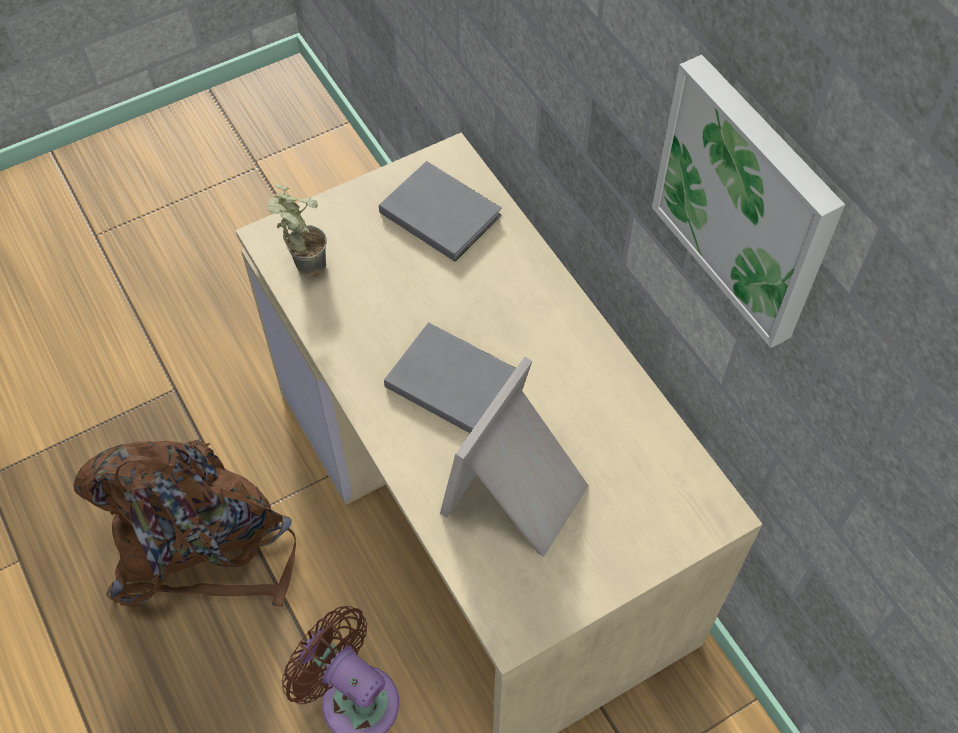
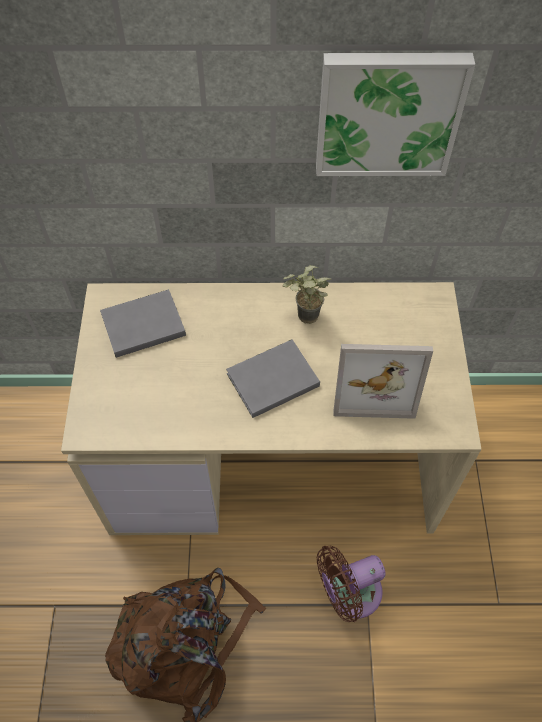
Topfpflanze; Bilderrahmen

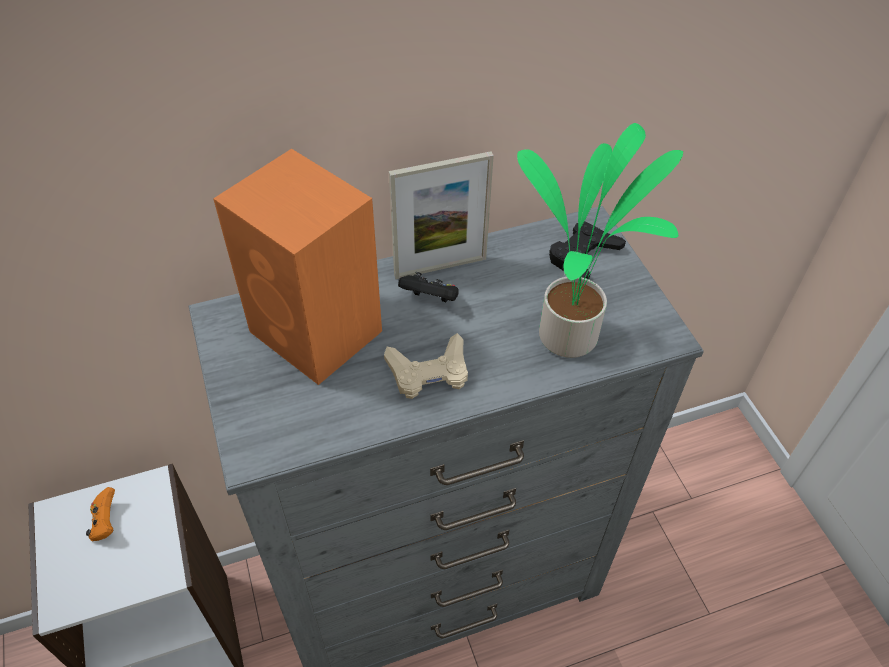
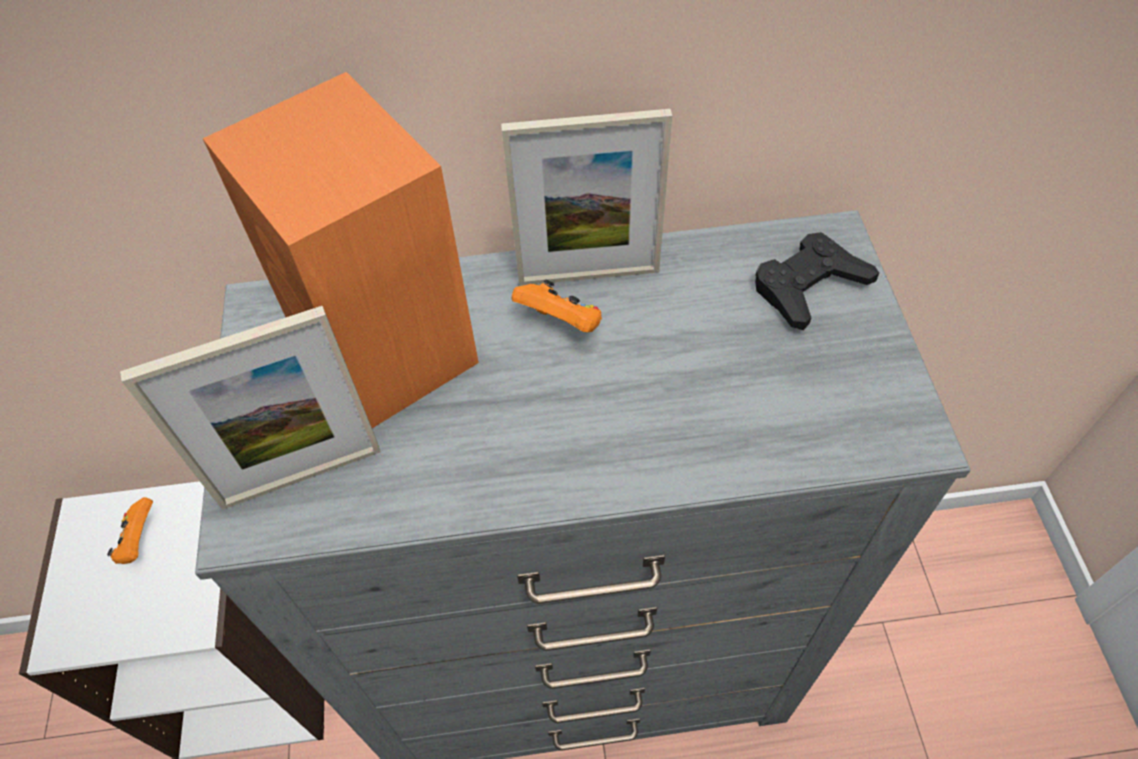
Gamepad [beige]; Gamepad [orange] (2nd from left); Topfpflanze; Bilderrahmen (1st from left)

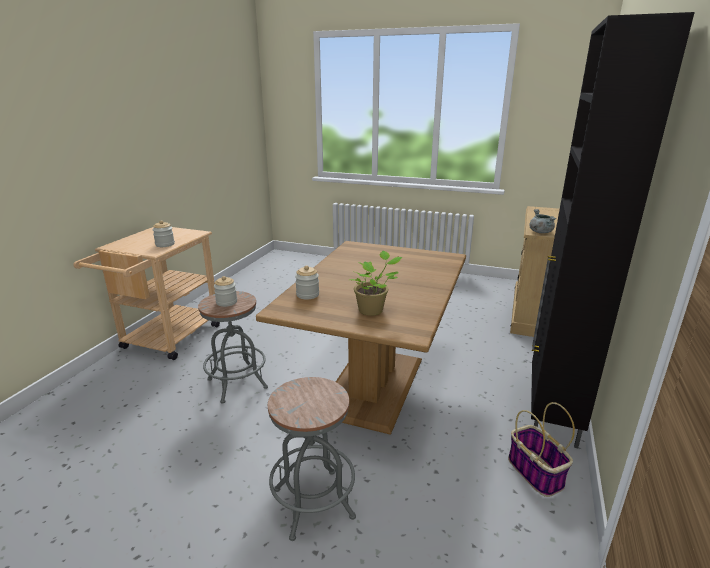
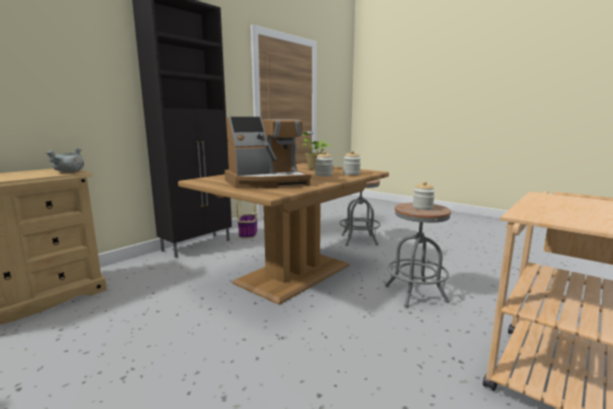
Vorratsglas (1st from left); Kaffeemaschine

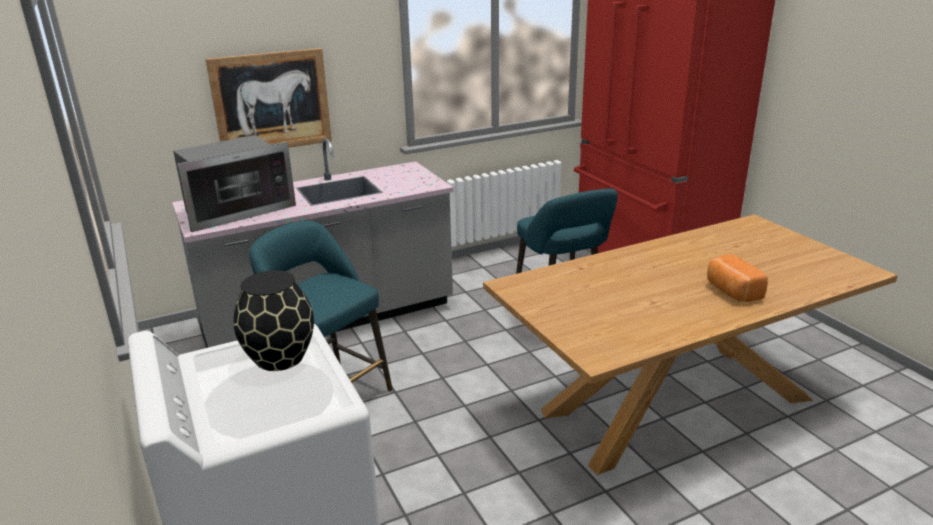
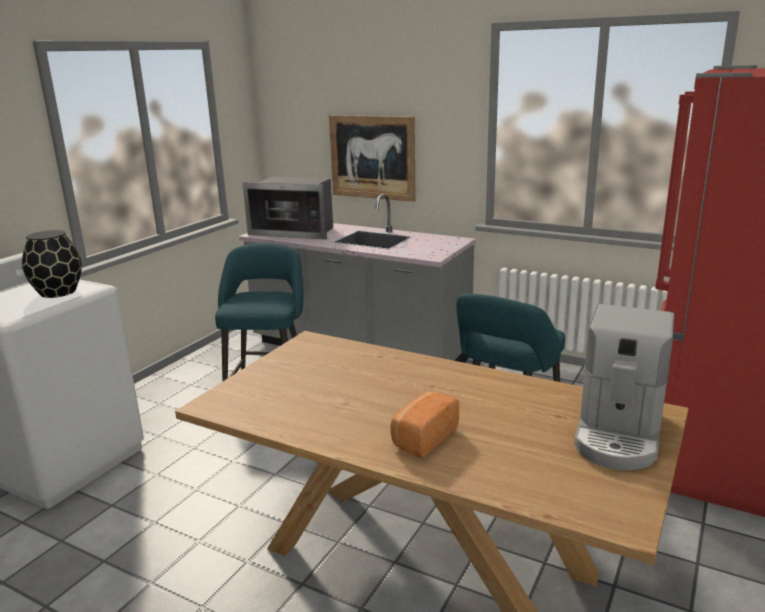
Kaffeemaschine

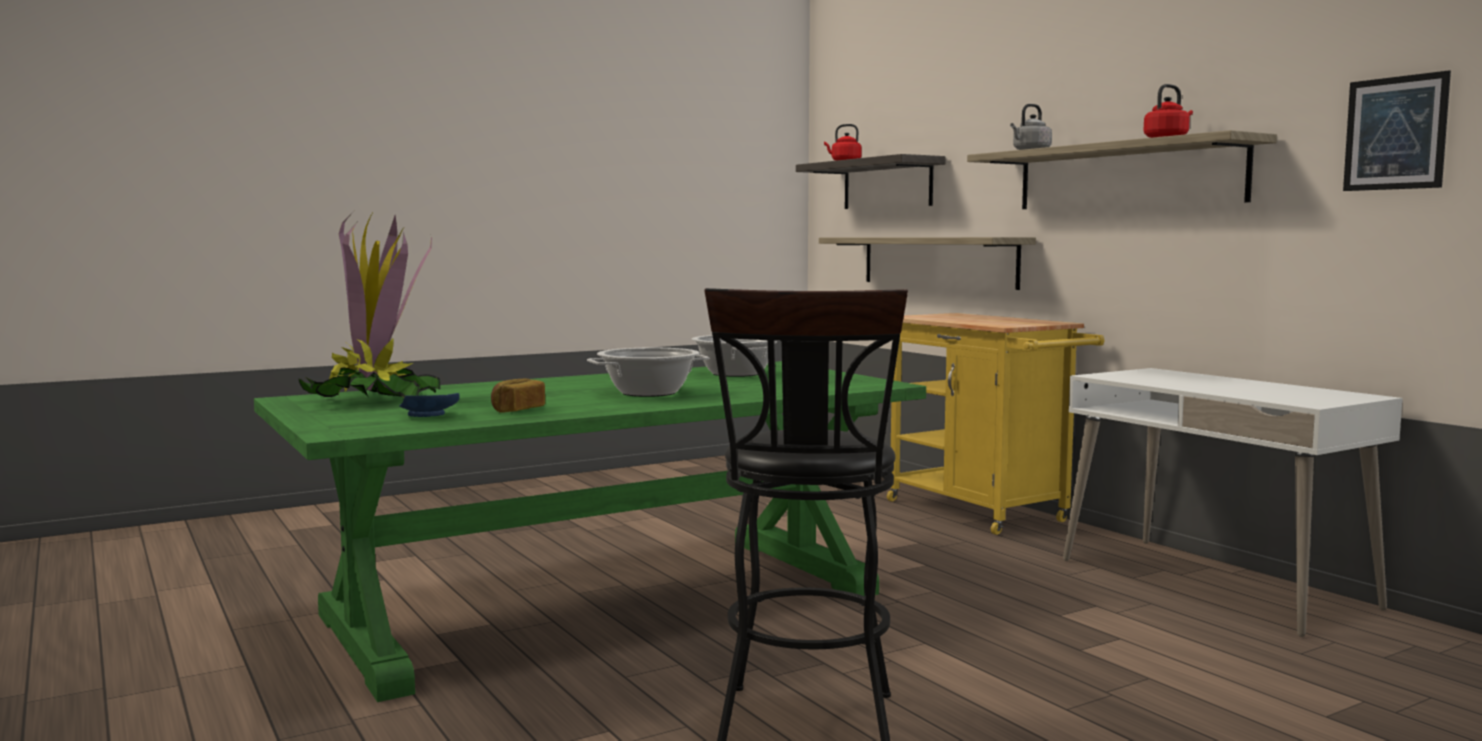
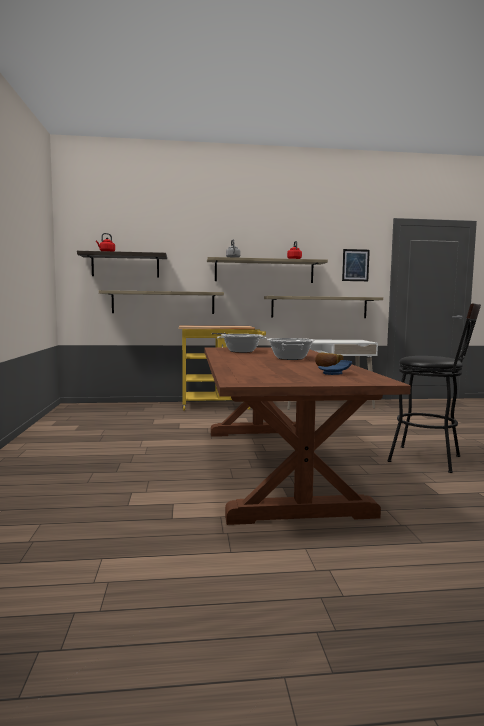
Esstisch [braun]; Topfpflanze; Wandregal (4th from left)

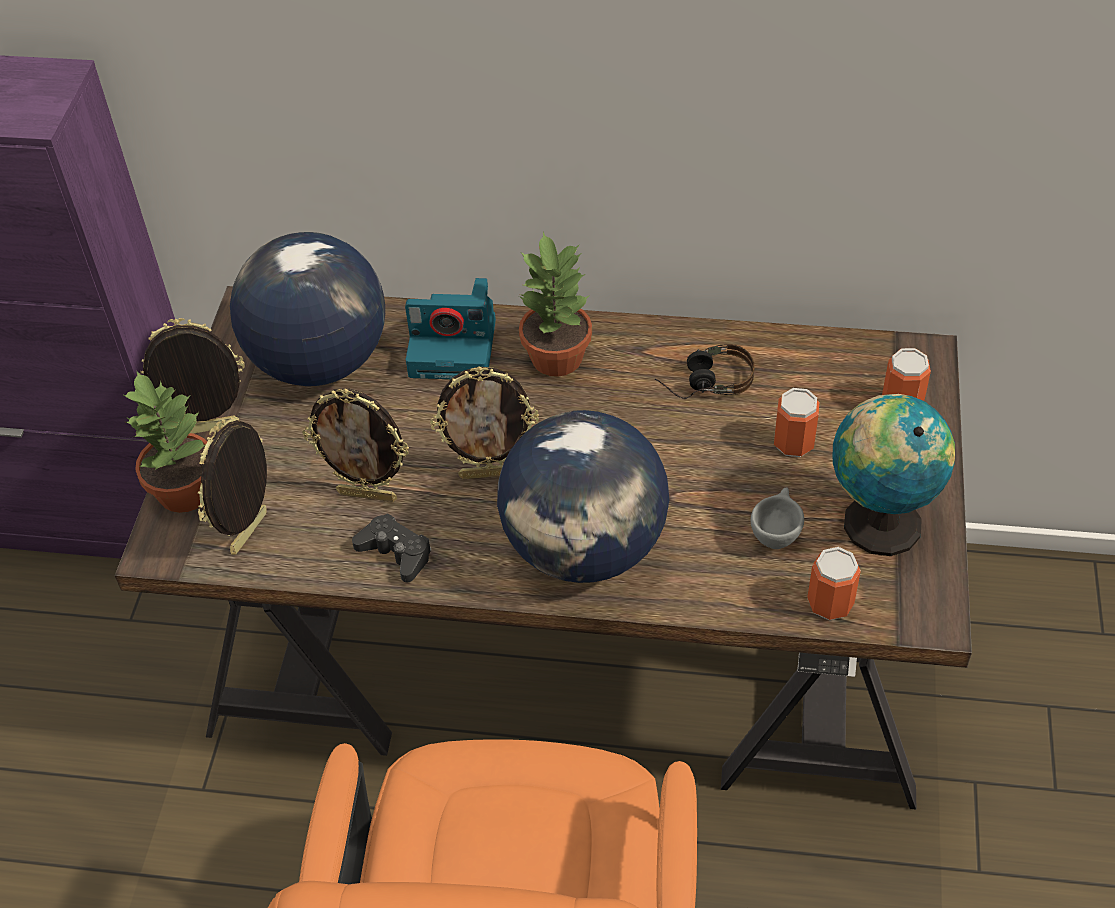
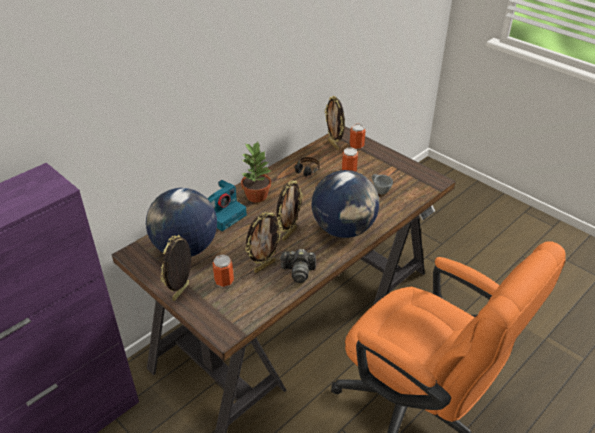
Topfpflanze (1st from left in the first image); Bilderrahmen (4th from left); Kamera (2nd from left); Dose (1st from left); Globus (3rd from left in the first image)

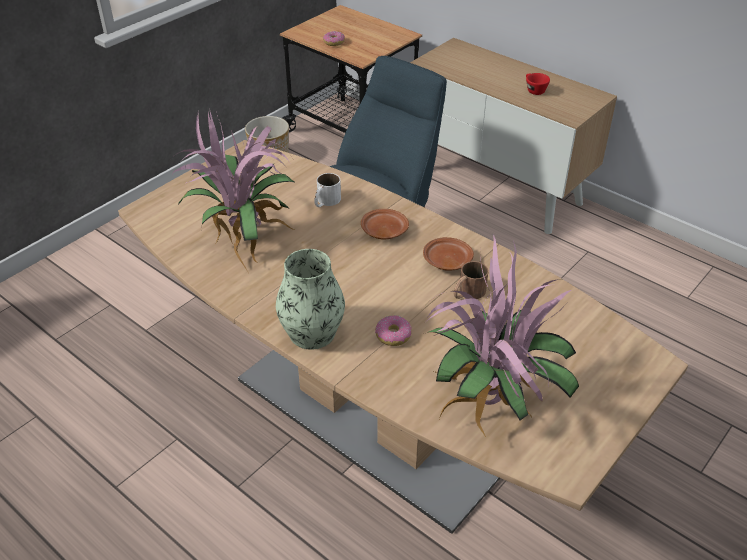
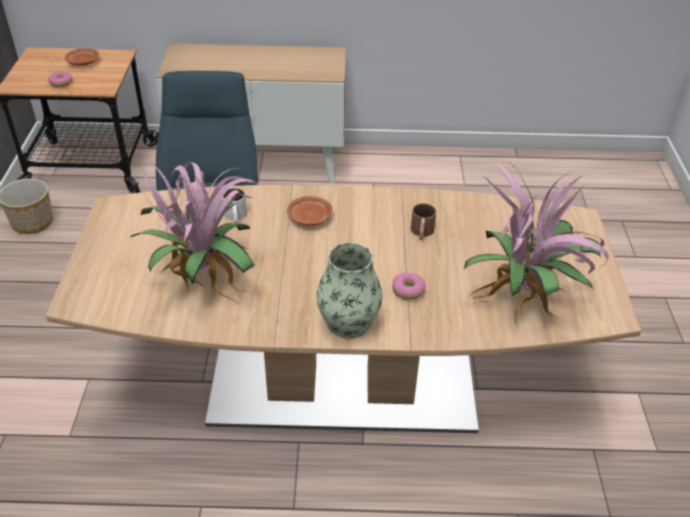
Teller [braun] (1st from left); Tasse [rot]

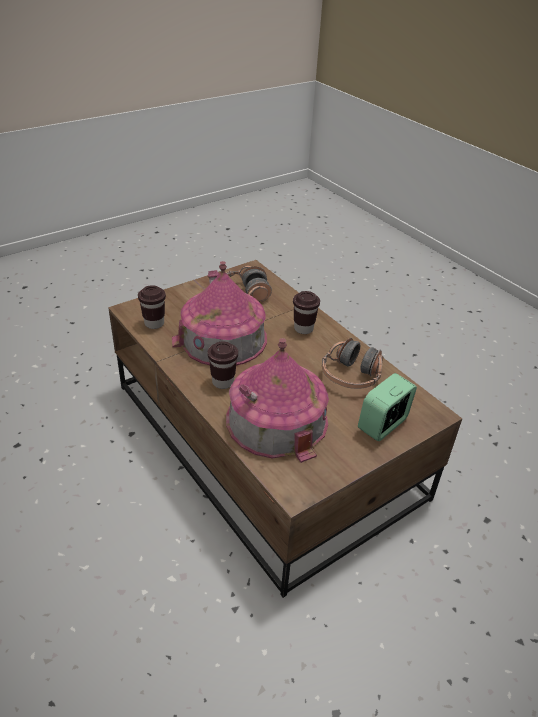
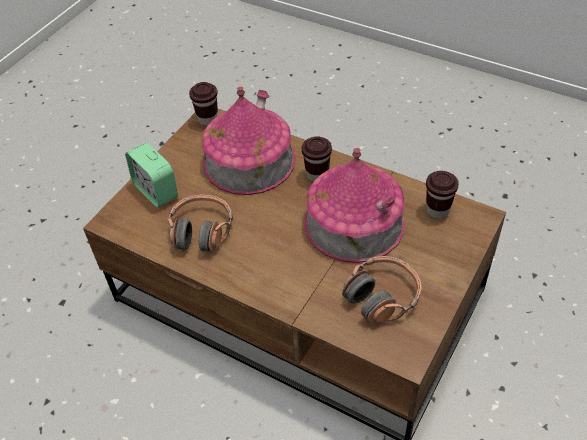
Tasse [braun] (1st from left); Wecker

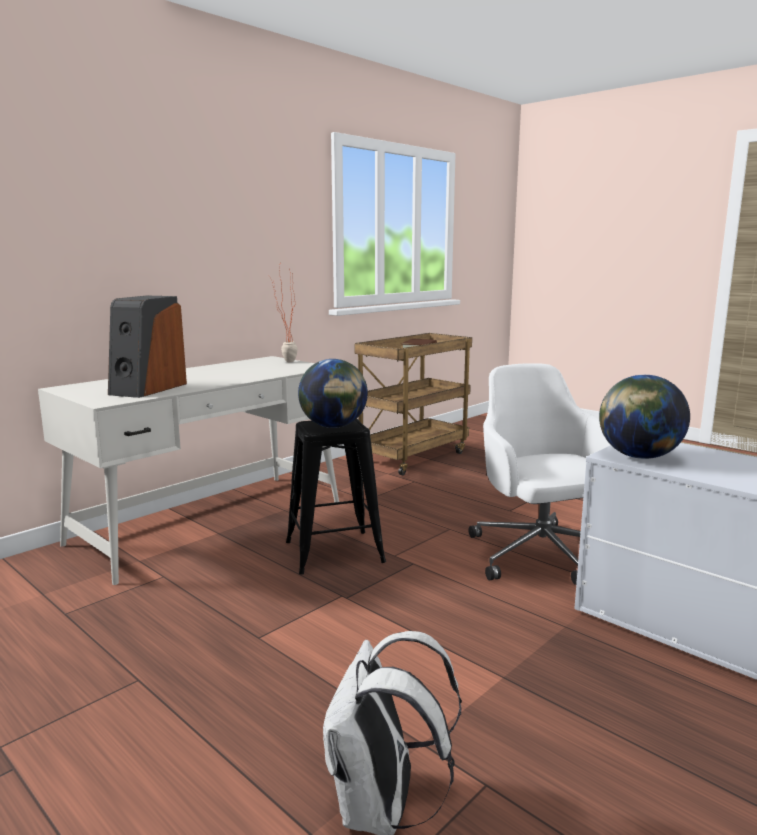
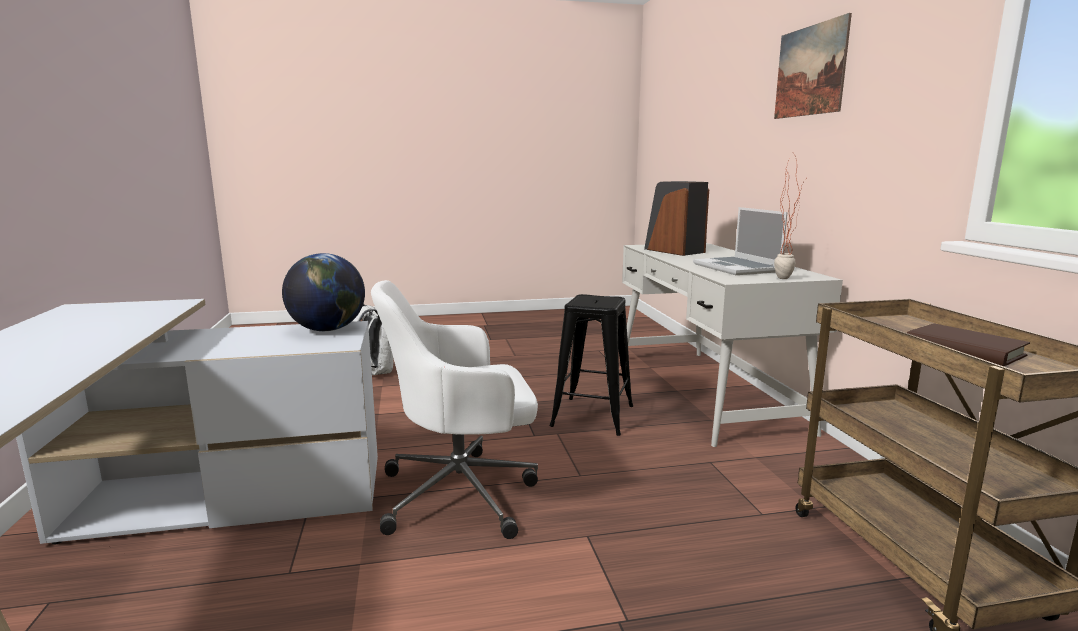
Globus (1st from left in the first image); Bürostuhl [weiß]; Laptop; Bild

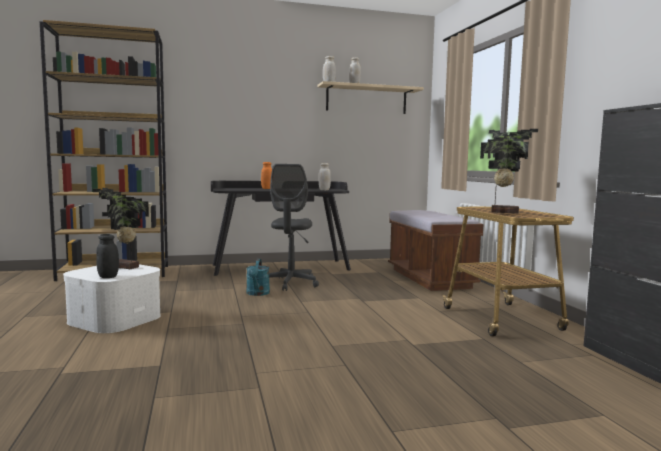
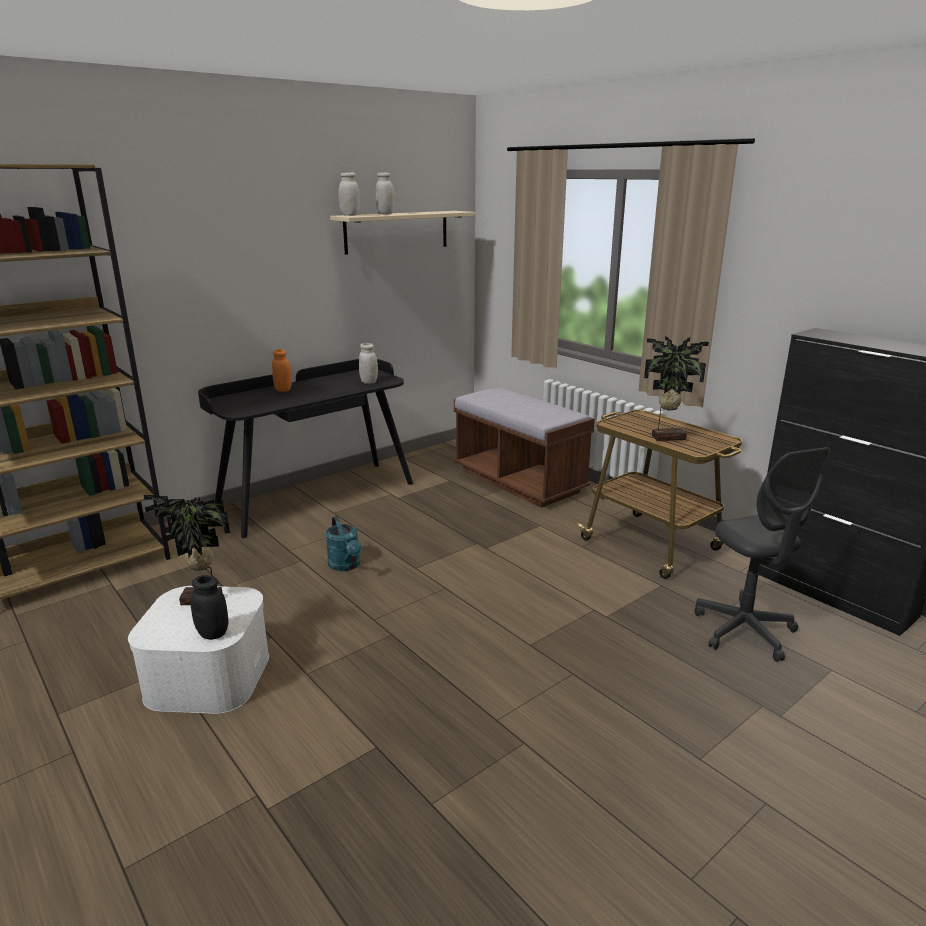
Bürostuhl [grau]

